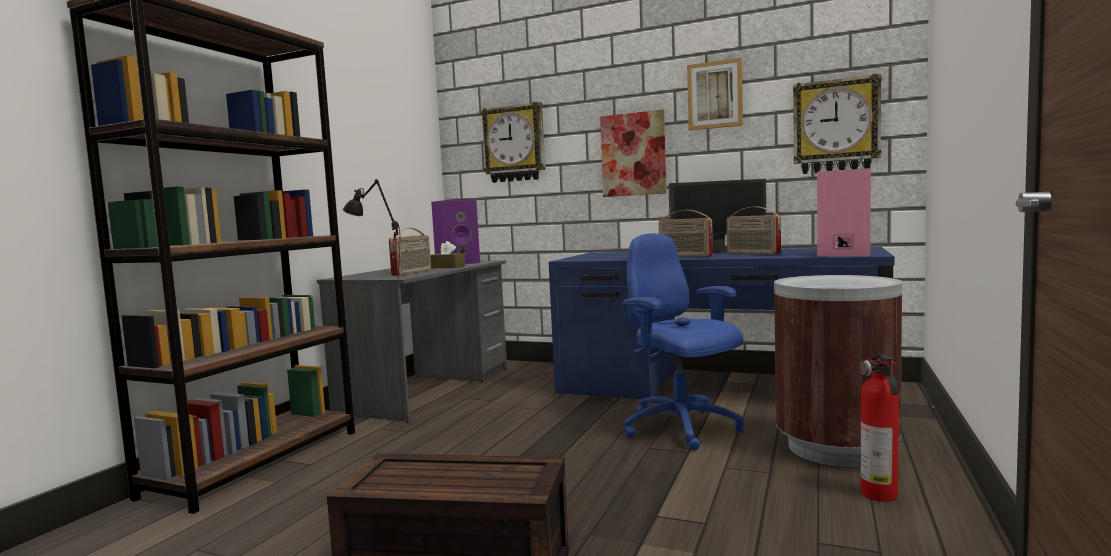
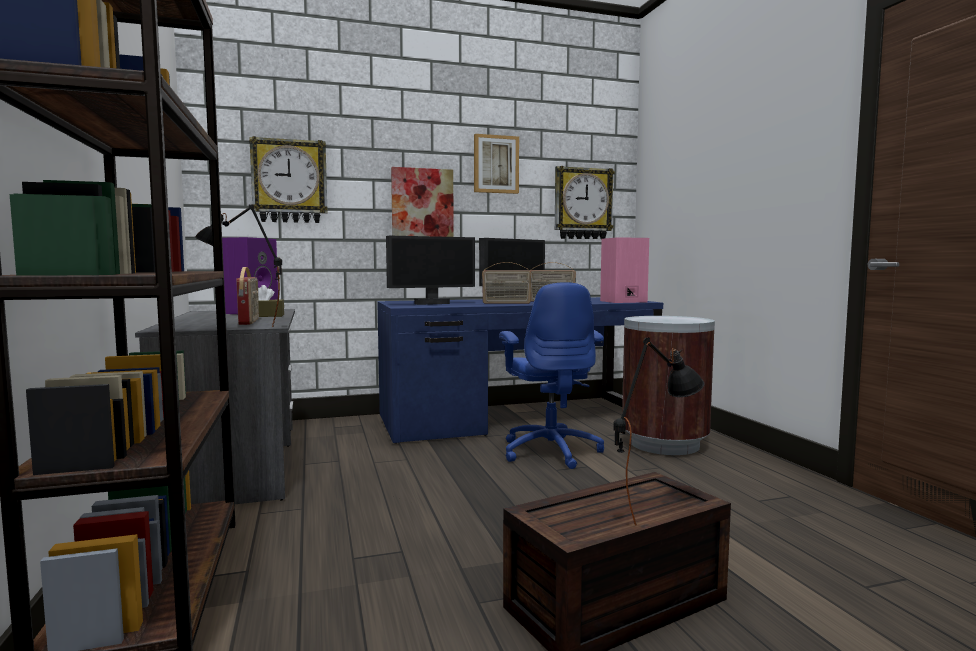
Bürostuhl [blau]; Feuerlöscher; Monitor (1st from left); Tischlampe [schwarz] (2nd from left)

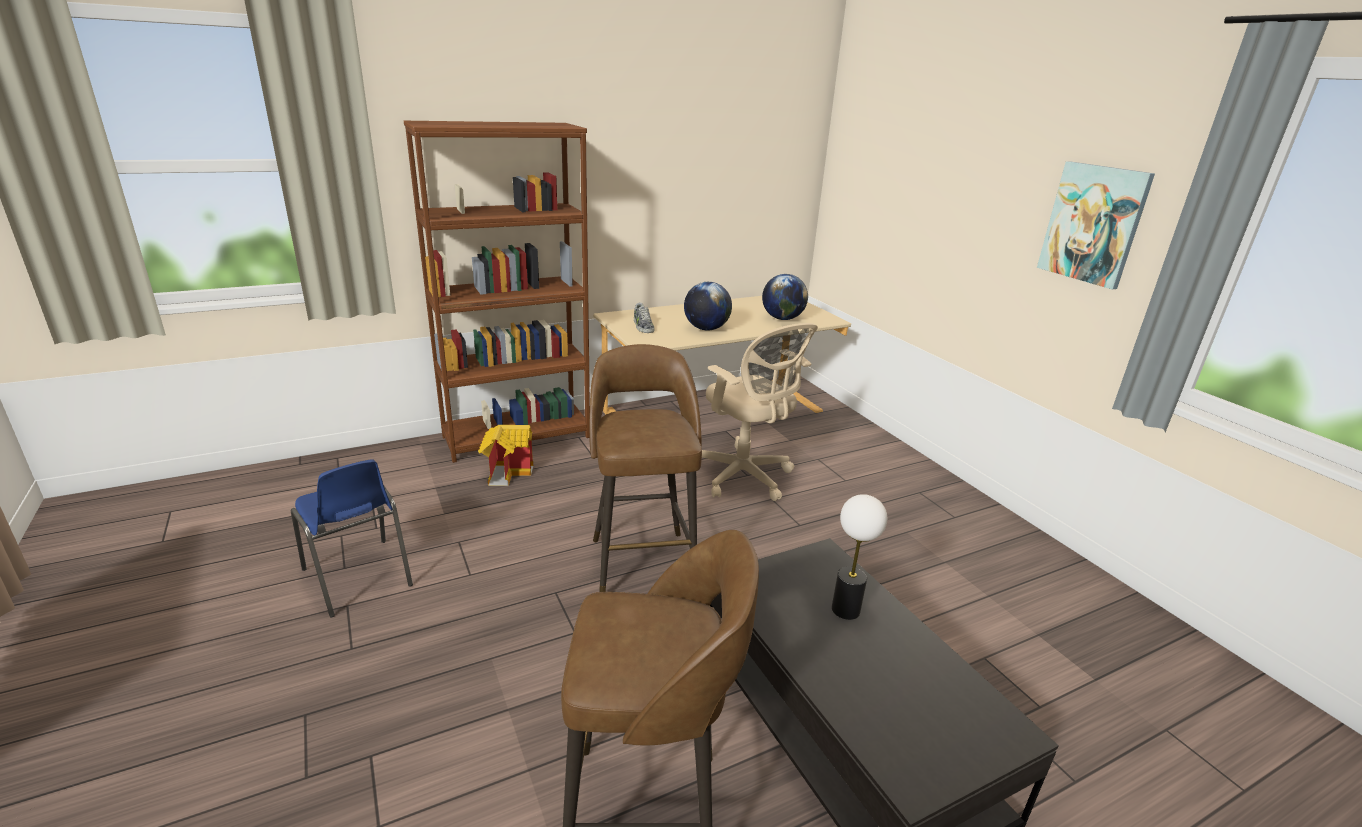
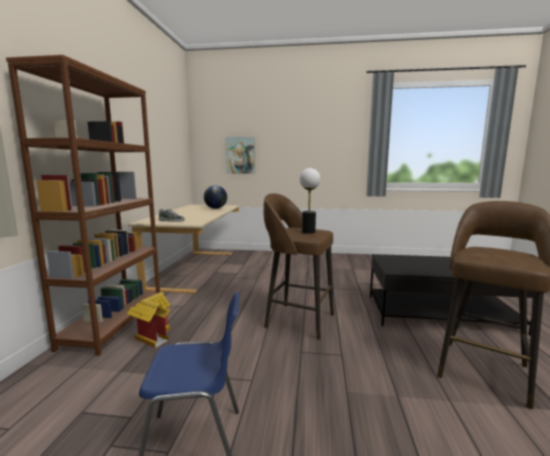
Globus (1st from left in the first image); Bürostuhl [beige]; Tischlampe; Bild

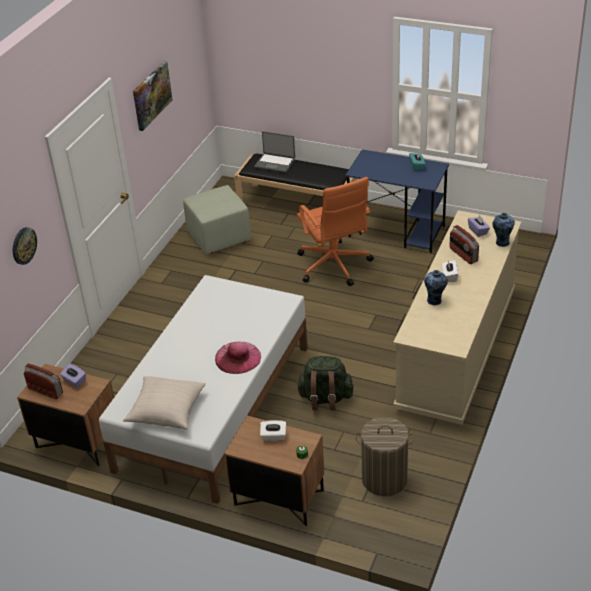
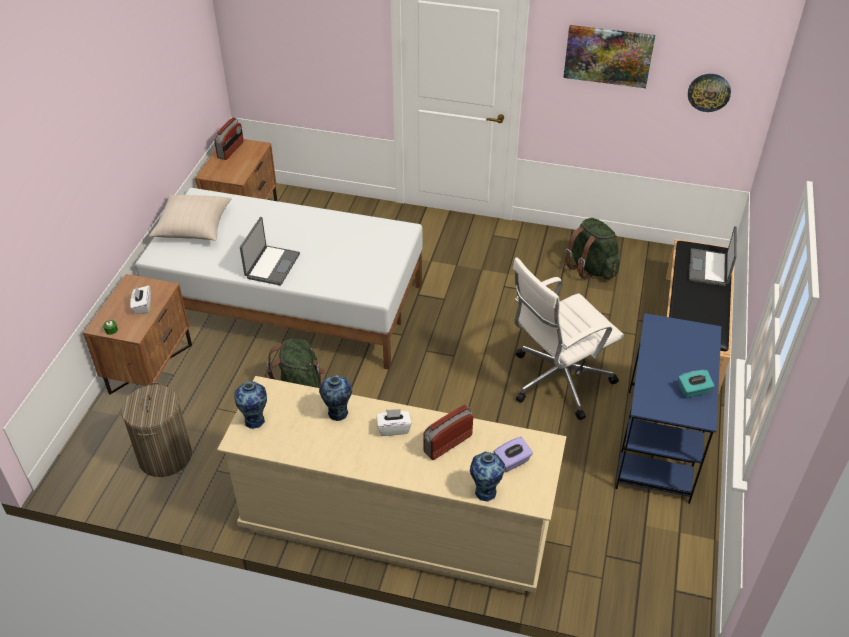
Wanduhr; Taschentuchbox [lila] (1st from left in the first image); Rucksack [grün] (2nd from left); Laptop (1st from left); Bürostuhl [weiß]; Vase (1st from left)

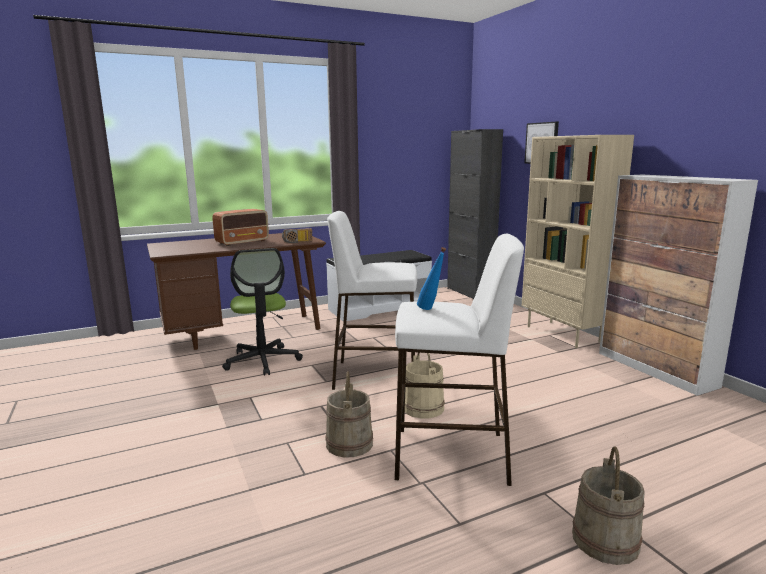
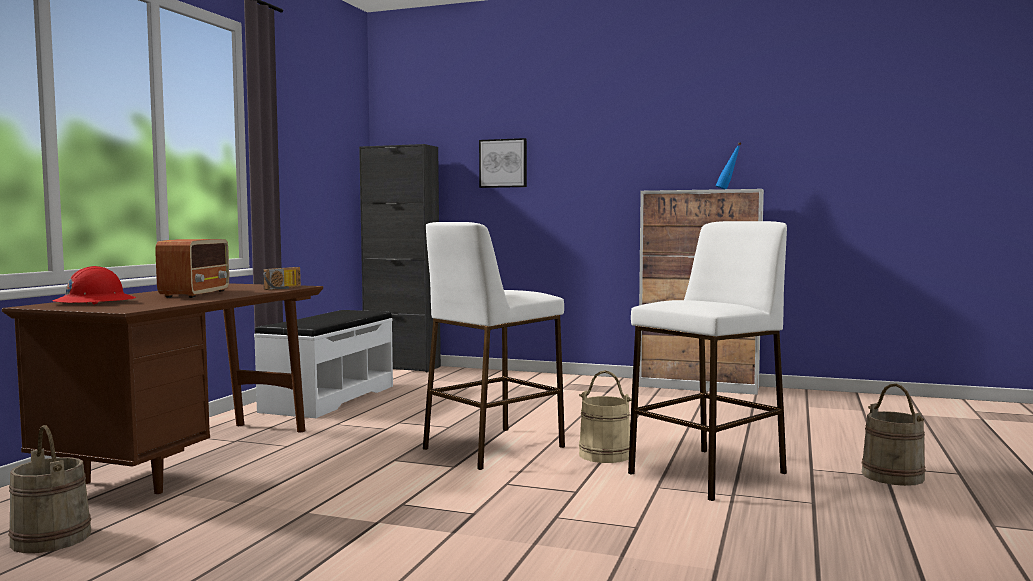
Bürostuhl; Eimer [beige] (1st from left); Flasche [blau]; Bücherregal [beige]; Schutzhelm [rot]

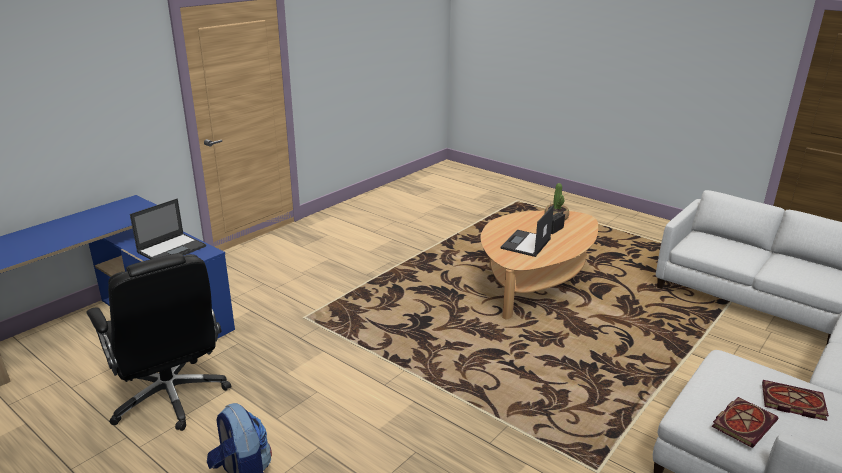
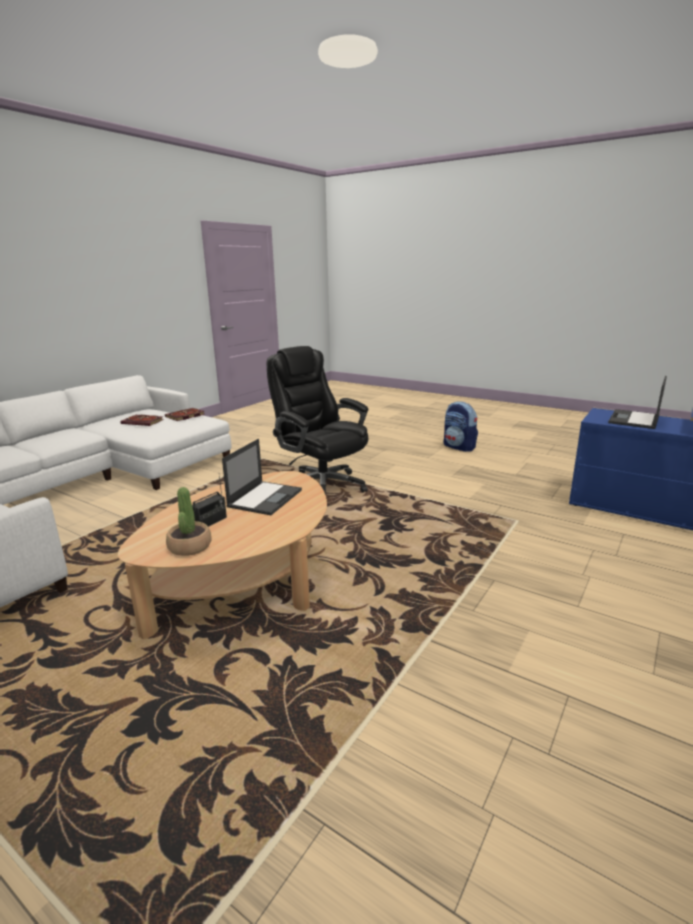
Bürostuhl [schwarz]

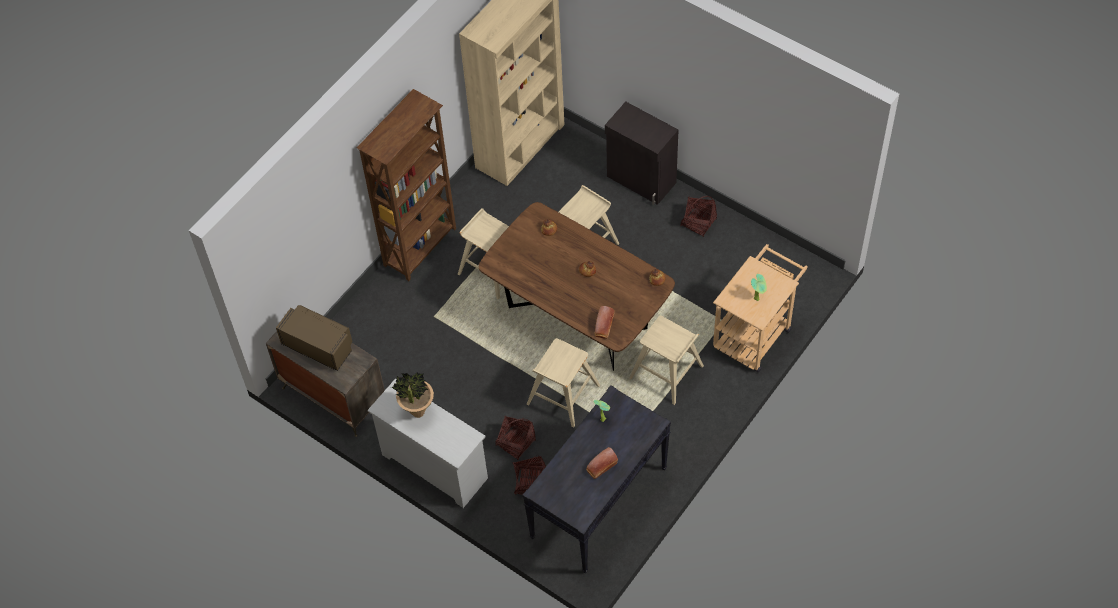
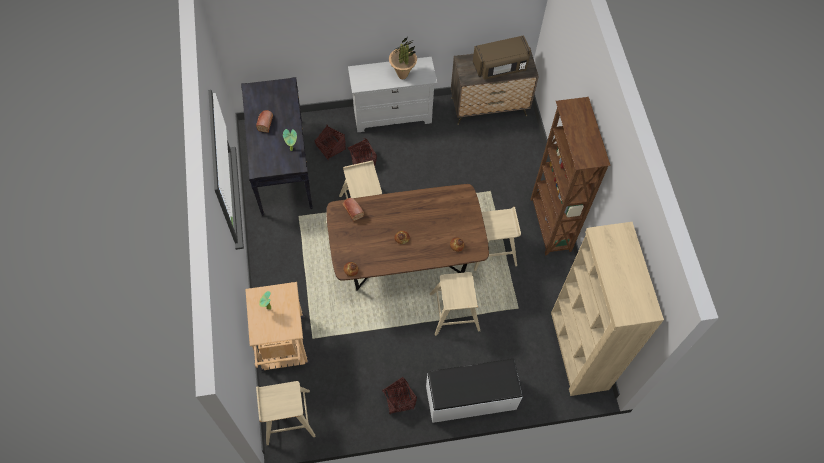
Bank [weiß]; Hocker [beige] (1st from left)

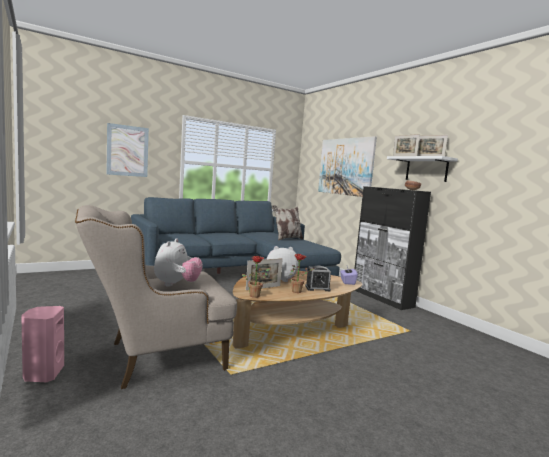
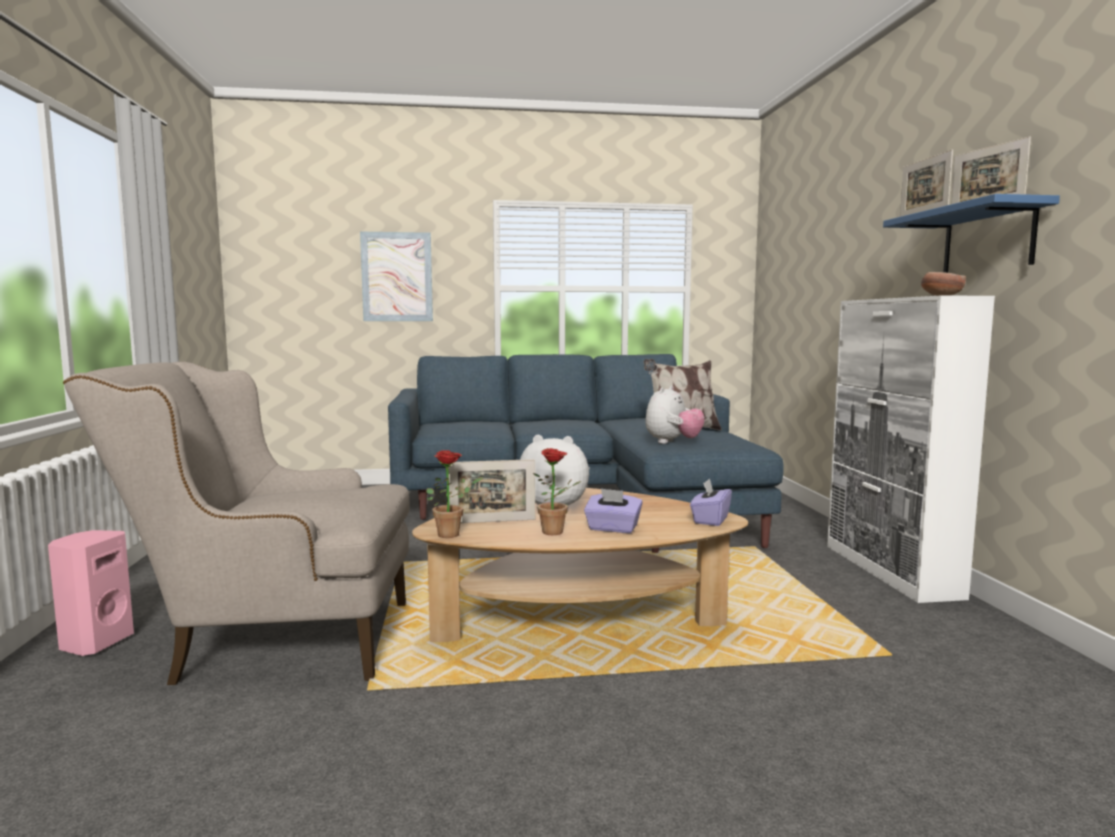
Plüschtier (2nd from left); Taschentuchbox [lila] (1st from left); Bild (2nd from left in the first image); Schrank [weiß]; Wandregal [blau]

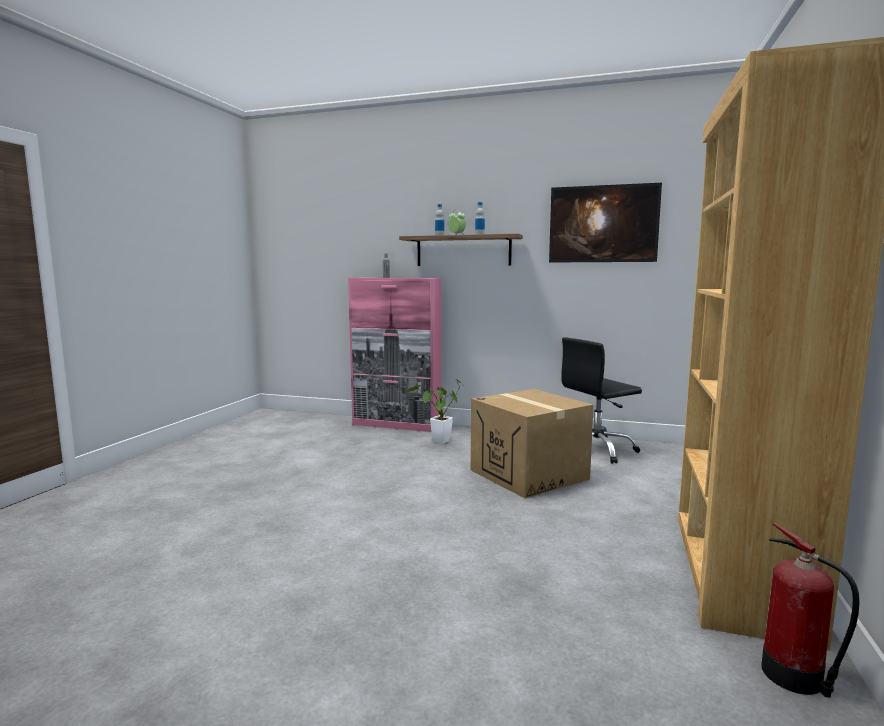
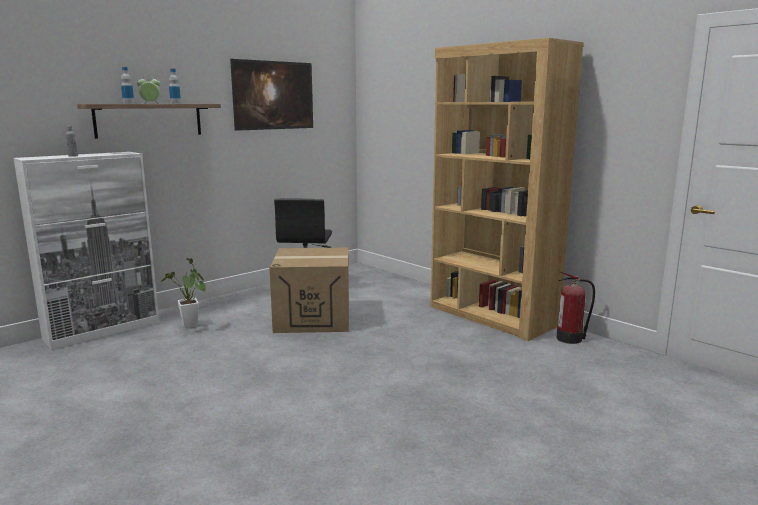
Schrank [weiß]

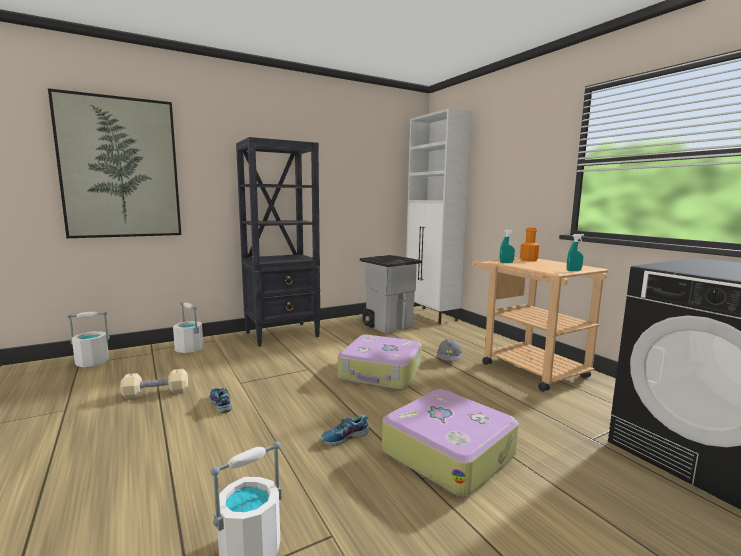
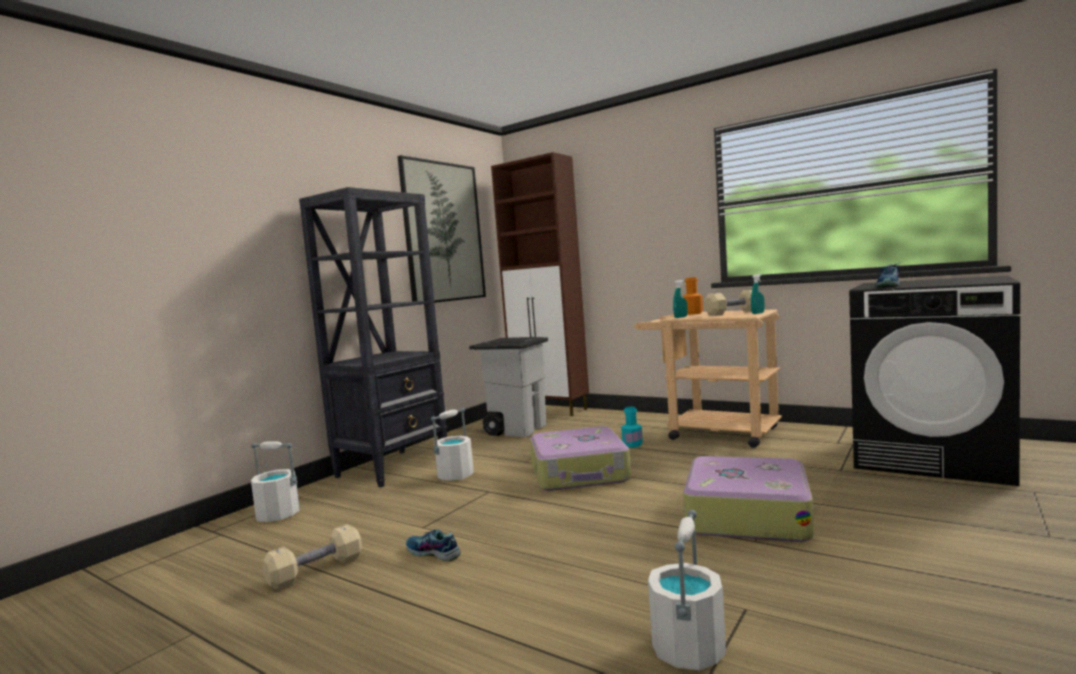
Bild; Eimer [weiß] (2nd from left); Schuh (2nd from left); Schrank [braun]; Flasche [türkis]; Hantel [beige] (2nd from left)

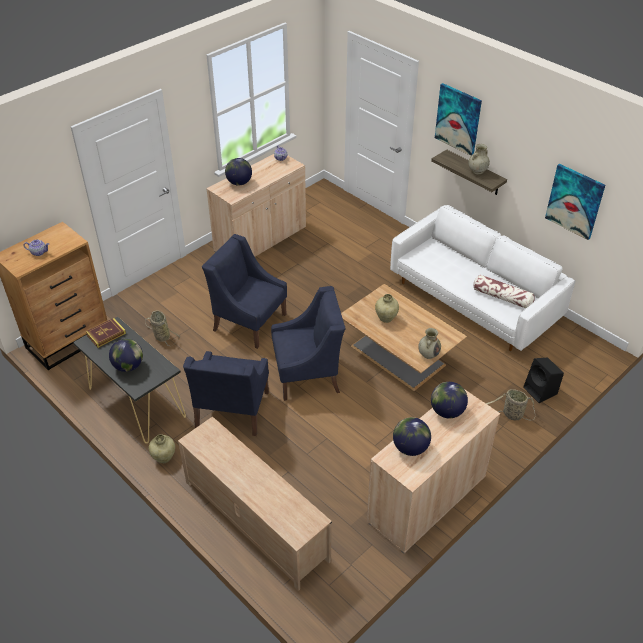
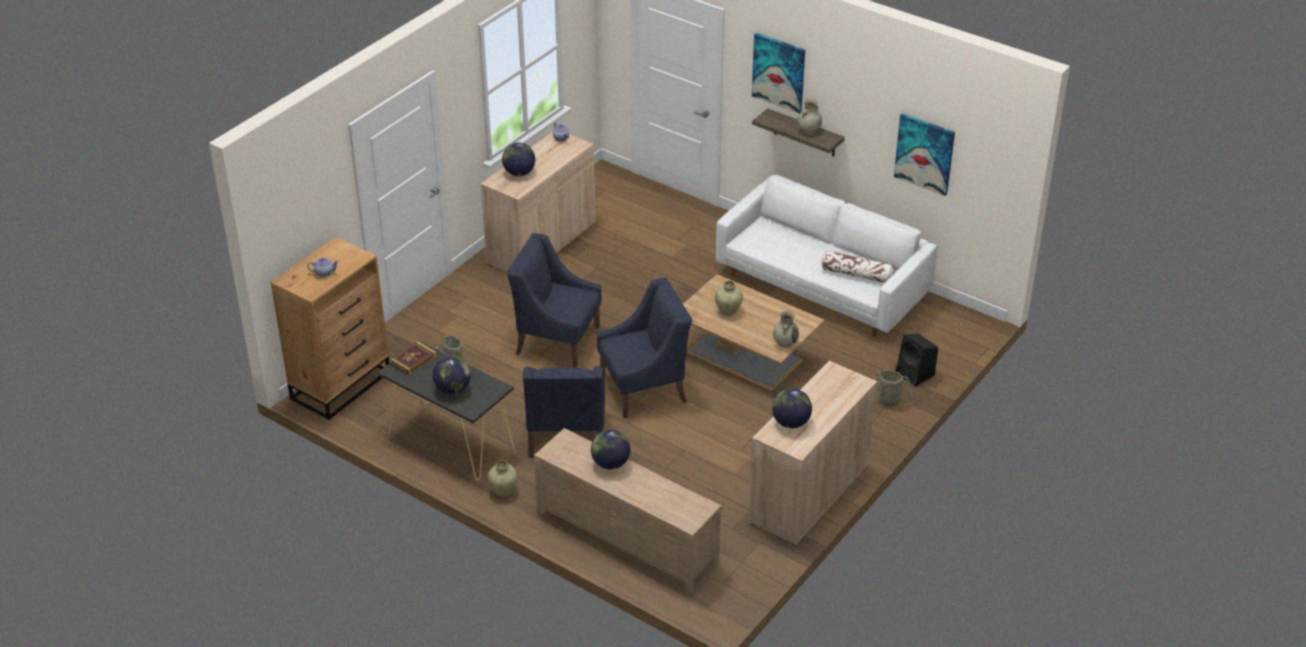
Globus (3rd from left)

